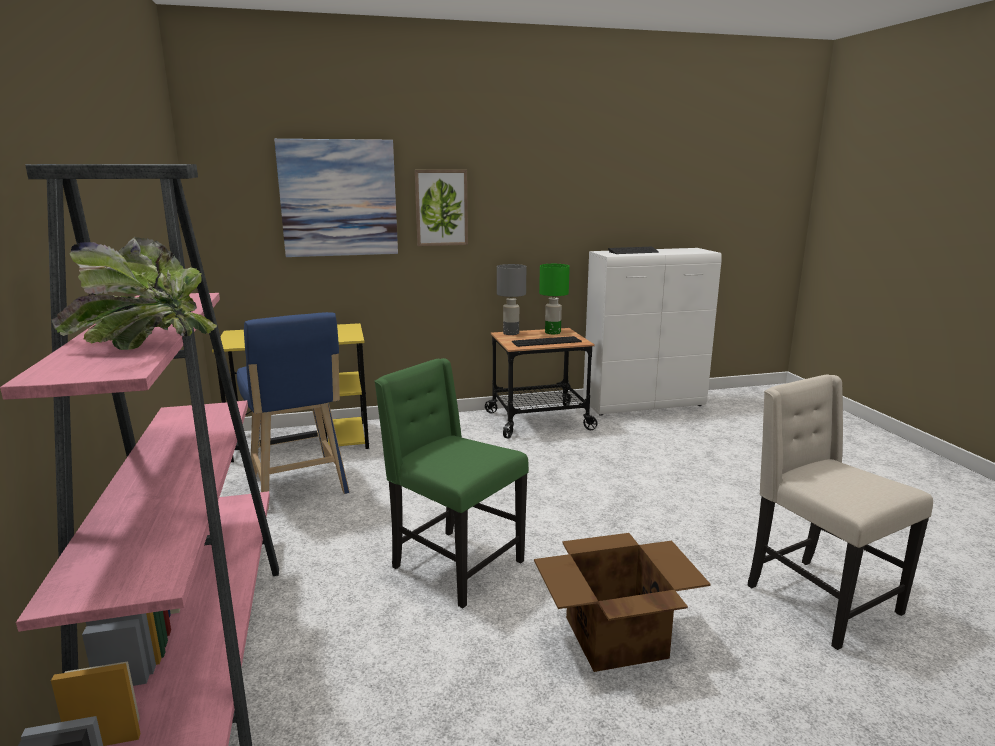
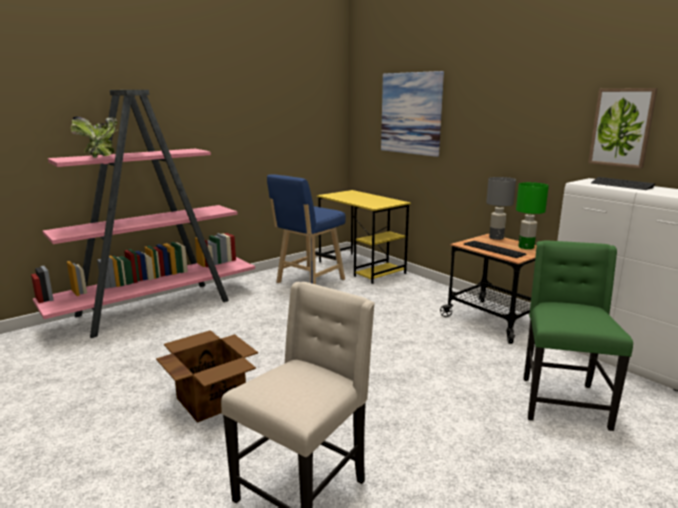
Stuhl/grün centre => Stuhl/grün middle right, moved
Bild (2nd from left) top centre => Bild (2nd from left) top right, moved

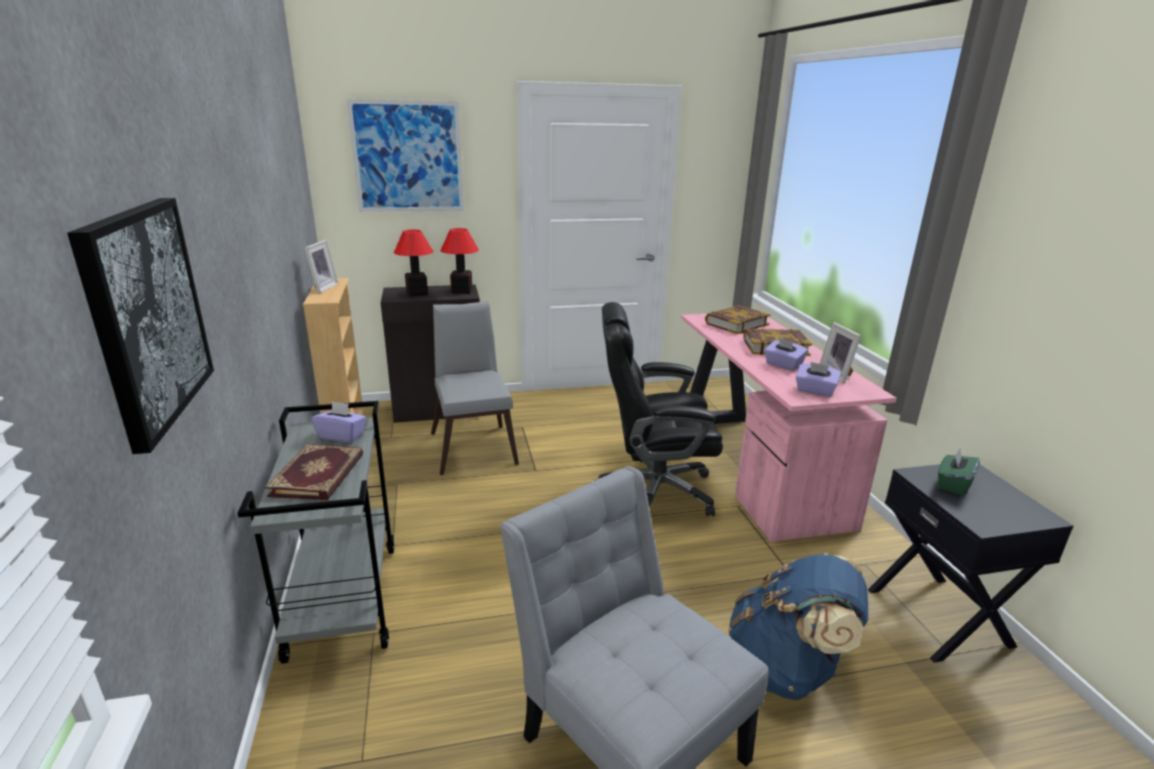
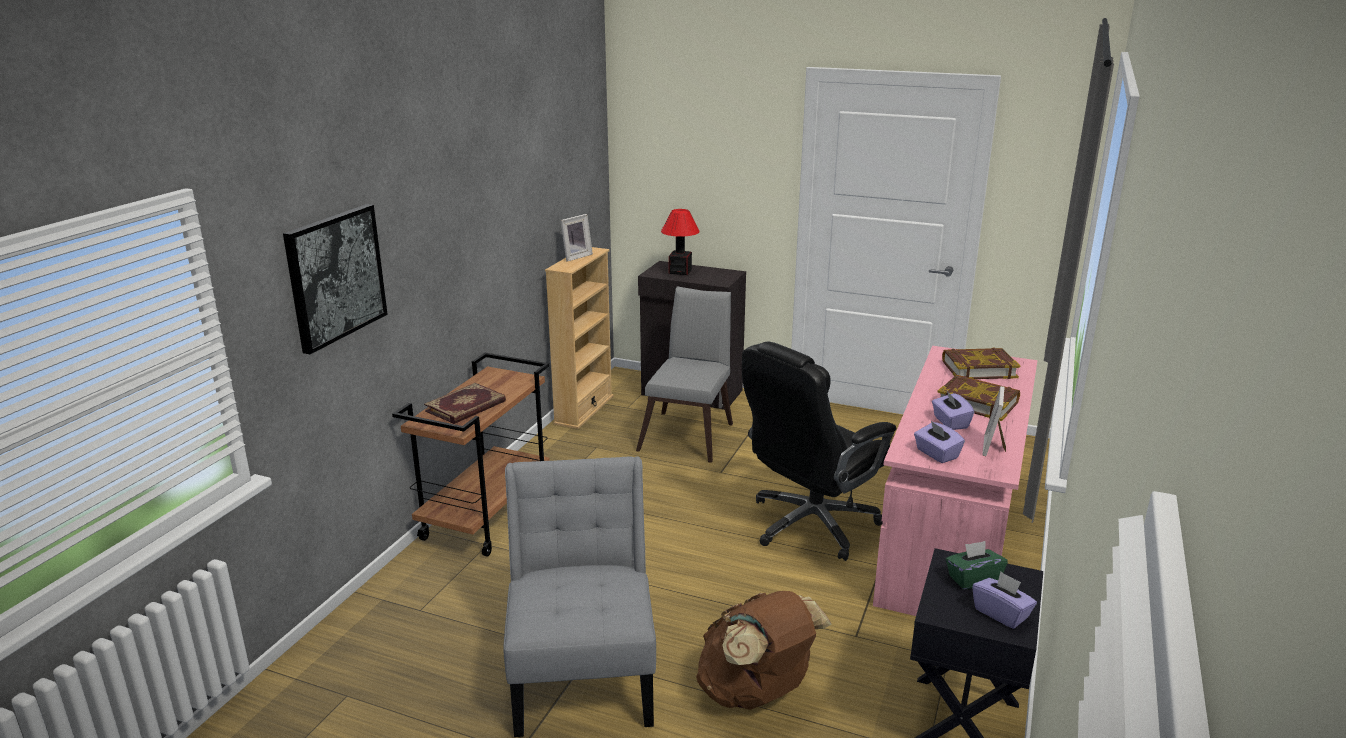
Rollwagen/grau bottom left => Rollwagen/braun centre
Rucksack/blau bottom right => Rucksack/braun bottom centre
Bürostuhl/schwarz centre, 75 degrees counterclockwise
Taschentuchbox/lila (1st from left in the first image) middle left => Taschentuchbox/lila (3rd from left) bottom right, moved
Bild (2nd from left) top centre => nothing
Tischlampe (2nd from left) centre => nothing

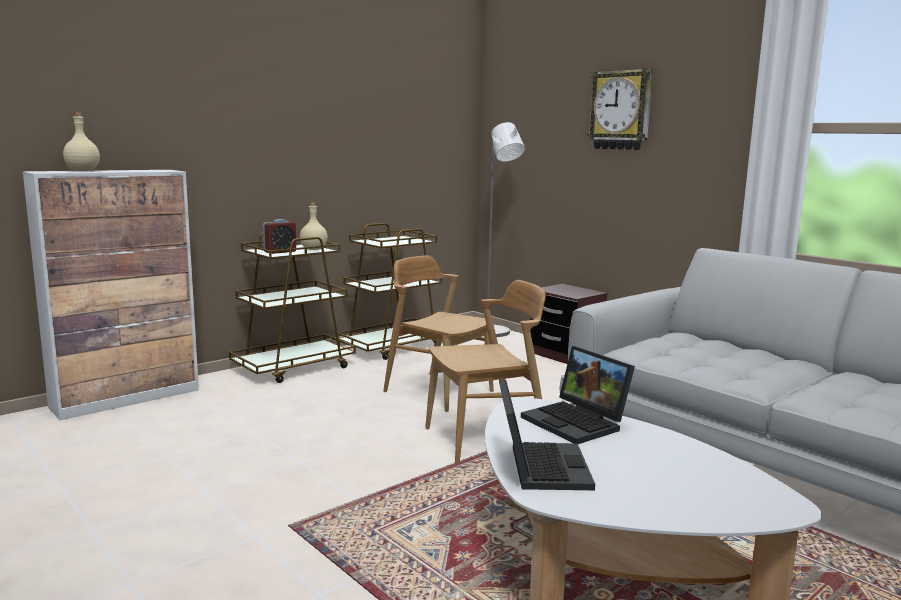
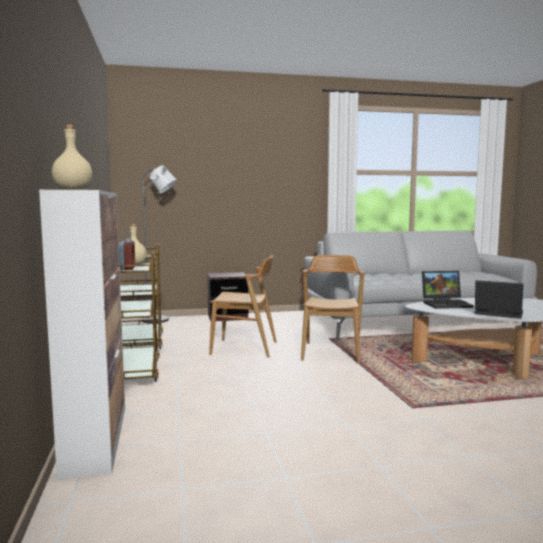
Stuhl/braun (1st from left) centre, 150 degrees counterclockwise
Wanduhr top right => nothing

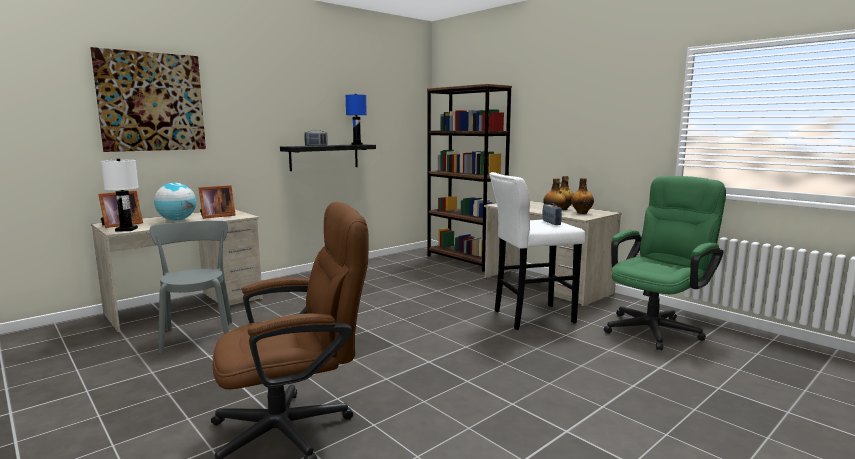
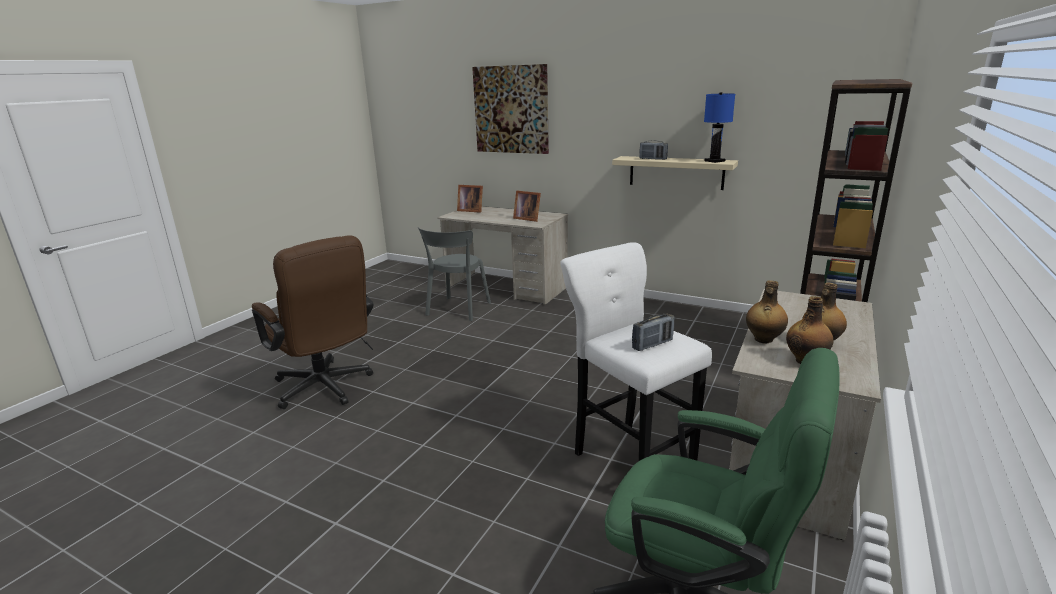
Stuhl/grau middle left => Stuhl/grau centre, 150 degrees clockwise
Wandregal/schwarz centre => Wandregal/beige top centre
Tischlampe/weiß middle left => nothing
Globus middle left => nothing

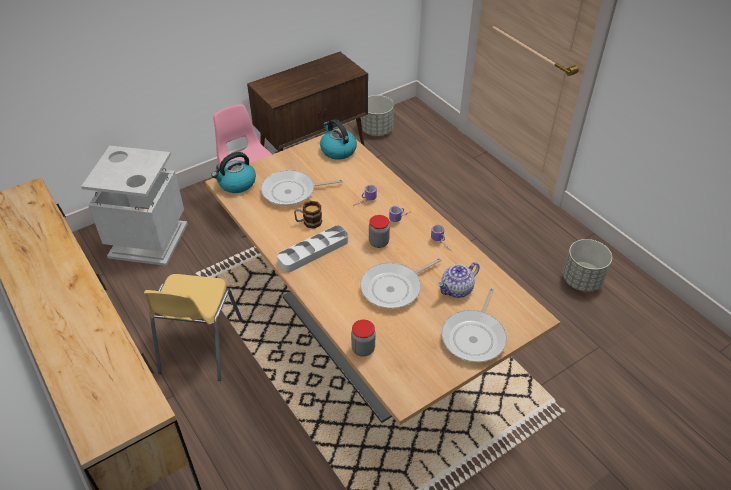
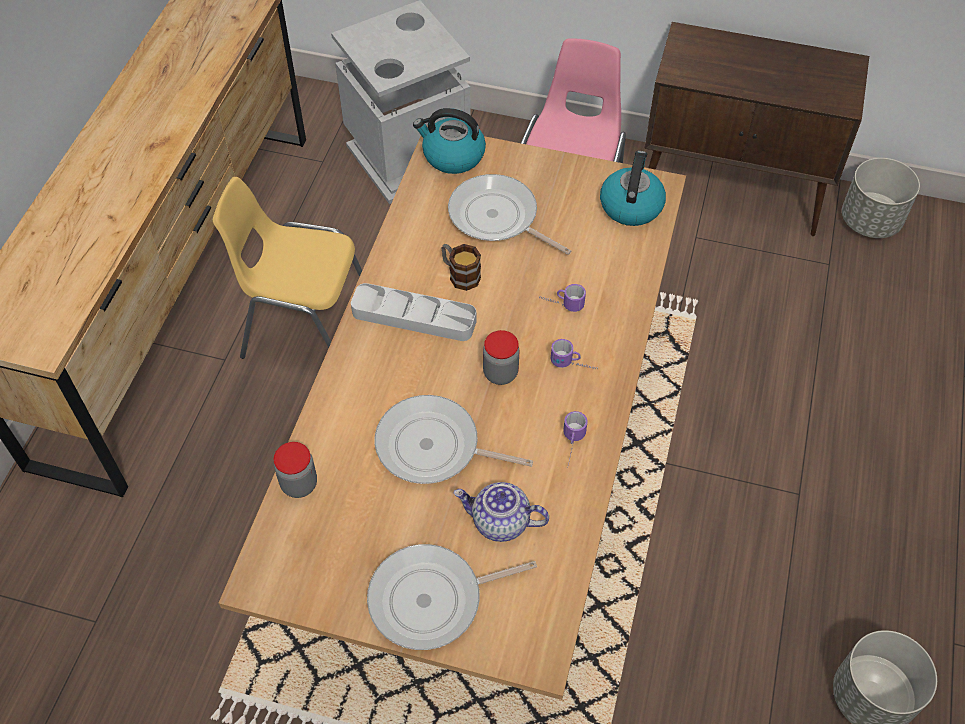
Stuhl/gelb bottom left => Stuhl/gelb middle left, 45 degrees clockwise

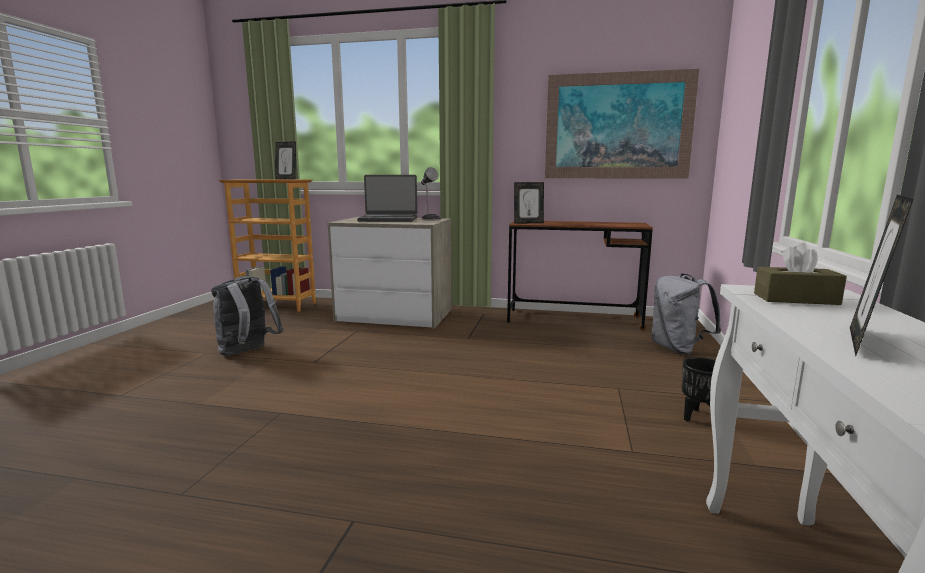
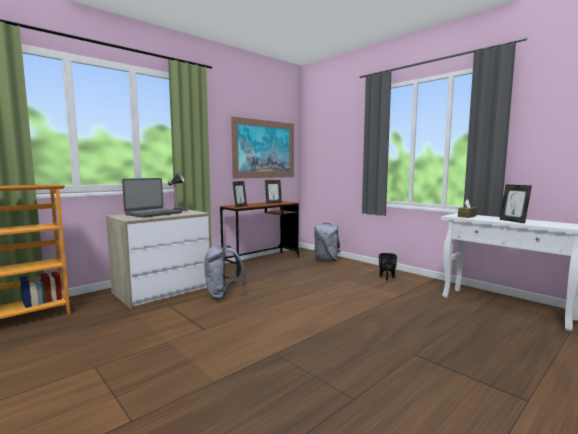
Rucksack/grau (1st from left) middle left => Rucksack/grau (1st from left) centre, moved
Bilderrahmen (1st from left in the first image) top left => Bilderrahmen (2nd from left) centre, moved

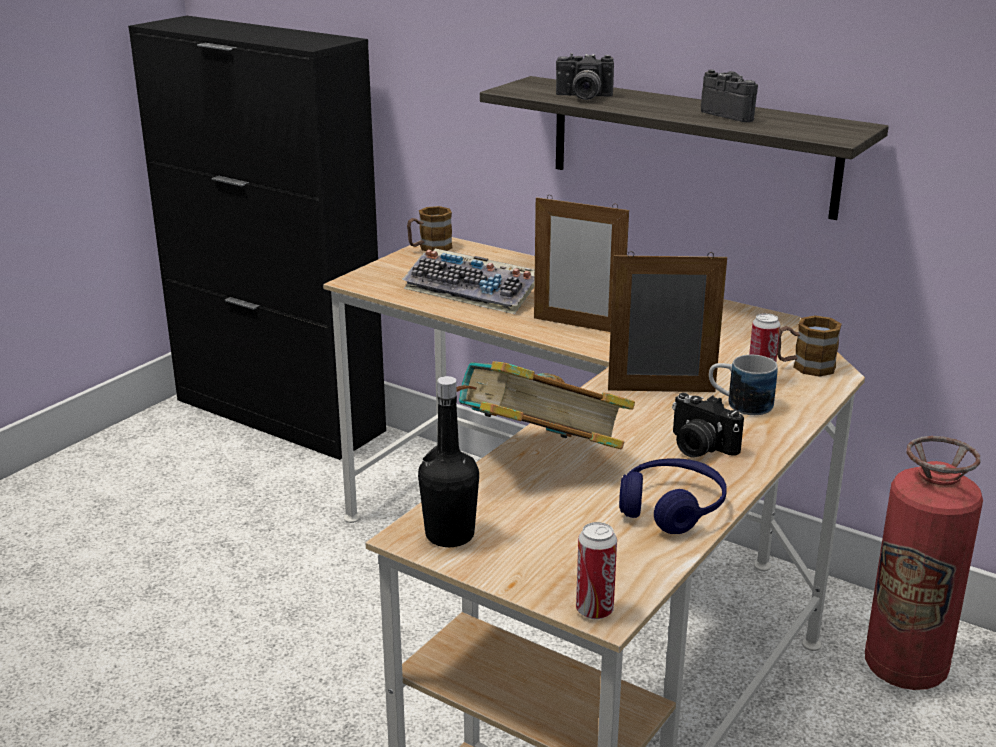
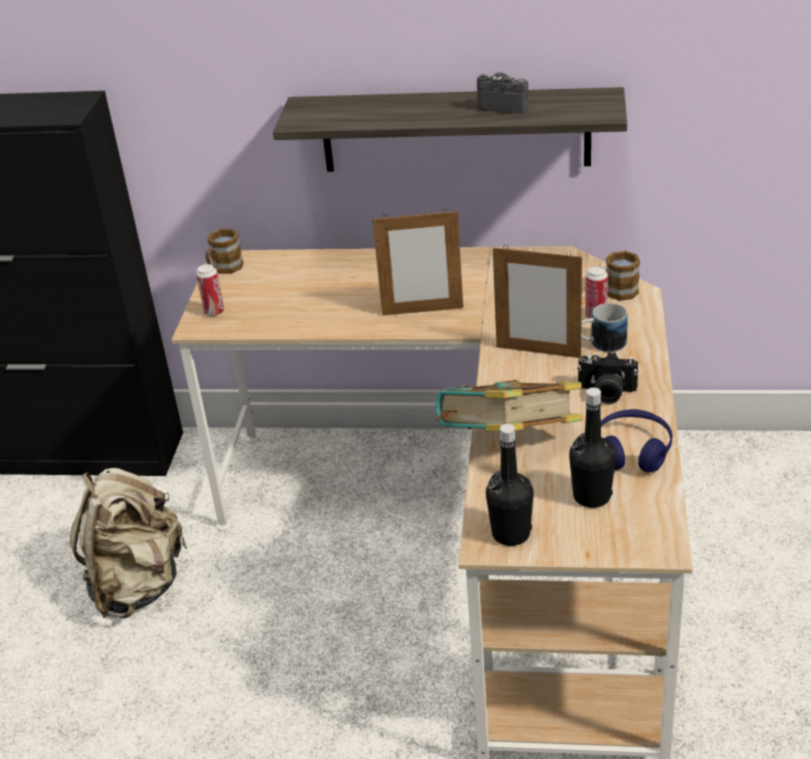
nothing => Rucksack/beige bottom left
Dose (1st from left) bottom centre => Dose (1st from left) middle left, moved
Bilderrahmen (2nd from left) middle right => Bilderrahmen (2nd from left) centre, 135 degrees counterclockwise
nothing => Flasche/schwarz (2nd from left) middle right
Tastatur centre => nothing
Kamera (1st from left) top centre => nothing
Feuerlöscher bottom right => nothing

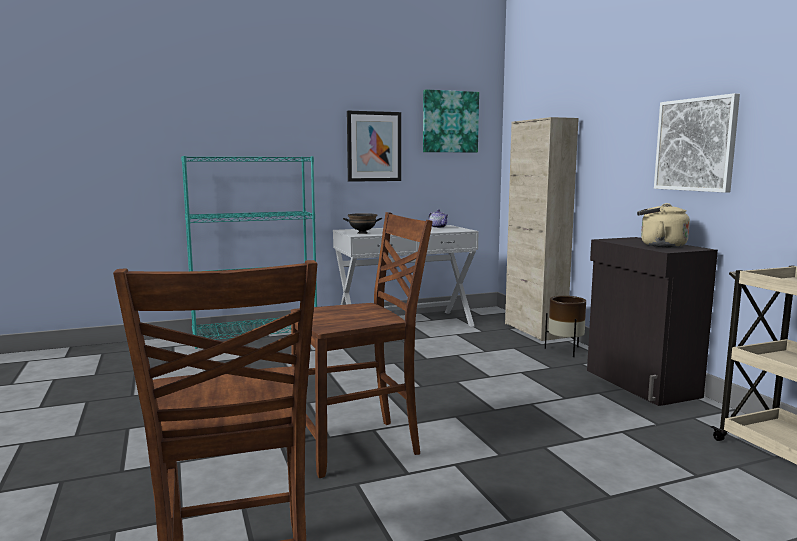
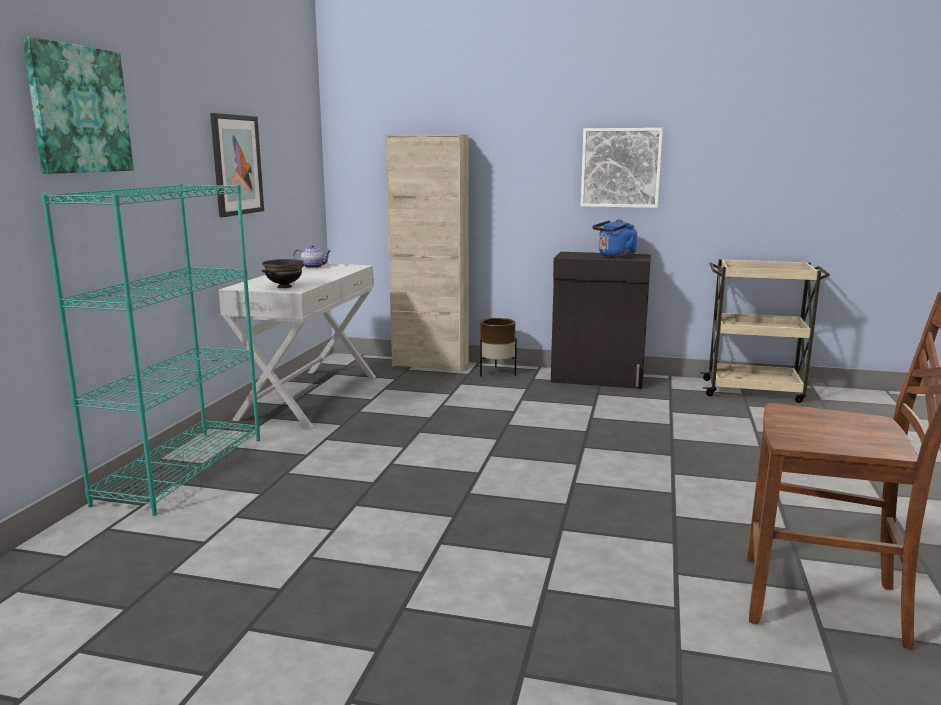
Bild (2nd from left in the first image) top centre => Bild (1st from left) top left, moved
Wasserkessel/beige middle right => Wasserkessel/blau centre
Stuhl/braun (2nd from left) centre => nothing

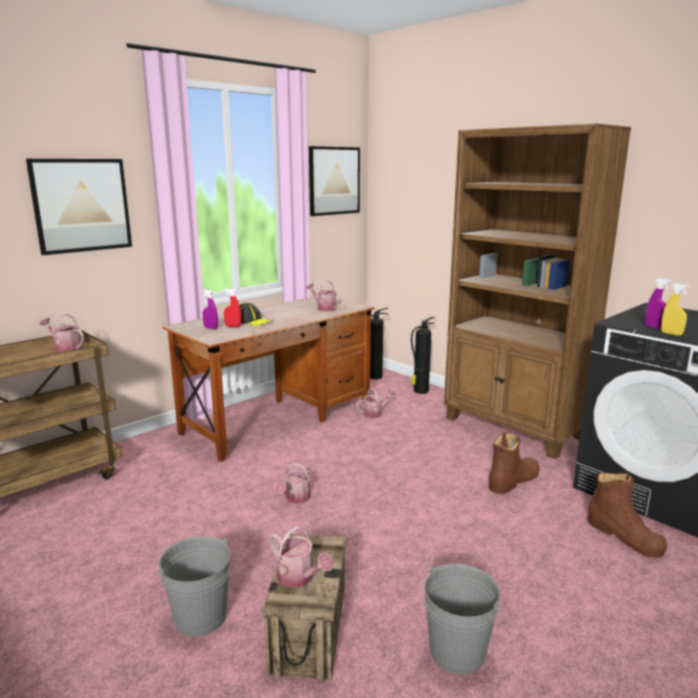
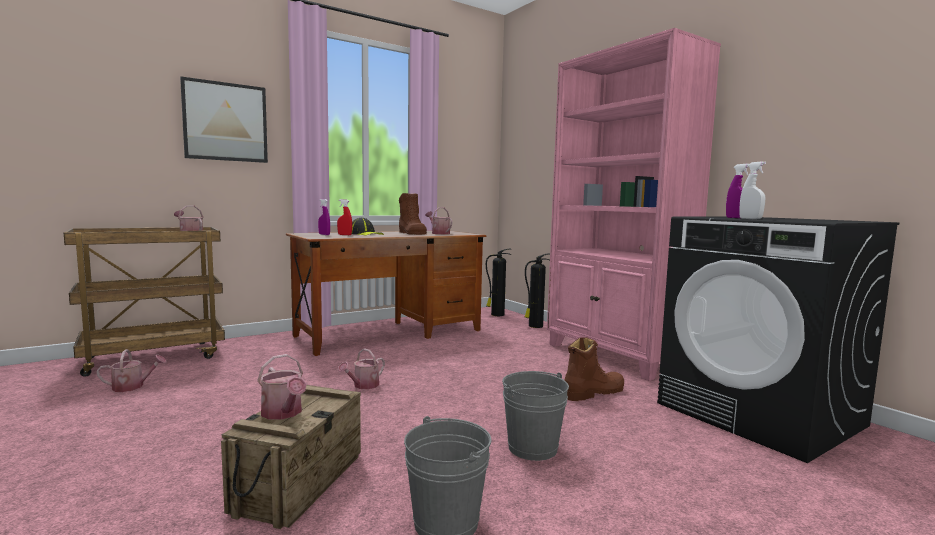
Gießkanne (5th from left in the first image) centre => Gießkanne (1st from left) bottom left, moved
Stiefel/braun (2nd from left in the first image) bottom right => Stiefel/braun (1st from left) centre, moved
Eimer/grau (1st from left in the first image) bottom left => Eimer/grau (2nd from left) bottom centre, moved
Bücherregal/braun middle right => Bücherregal/rosa middle right
Sprühflasche/gelb middle right => Sprühflasche/weiß middle right
Bild (2nd from left) top centre => nothing

